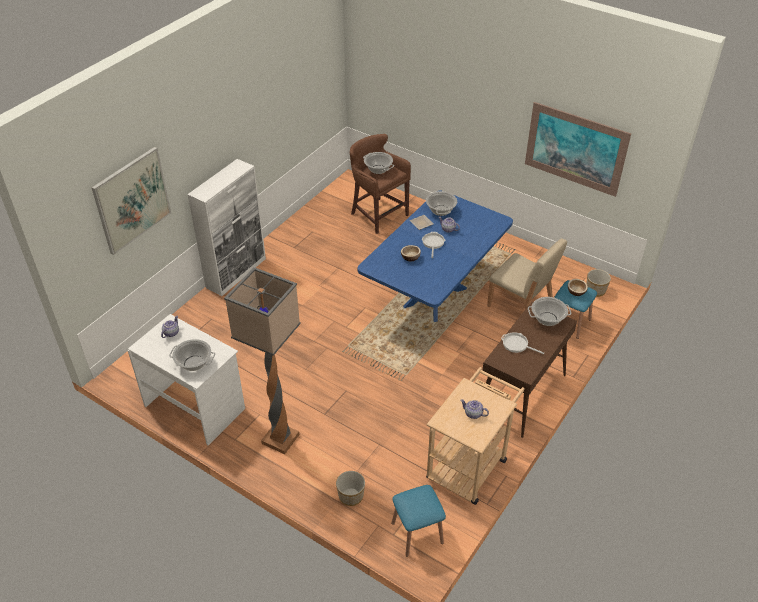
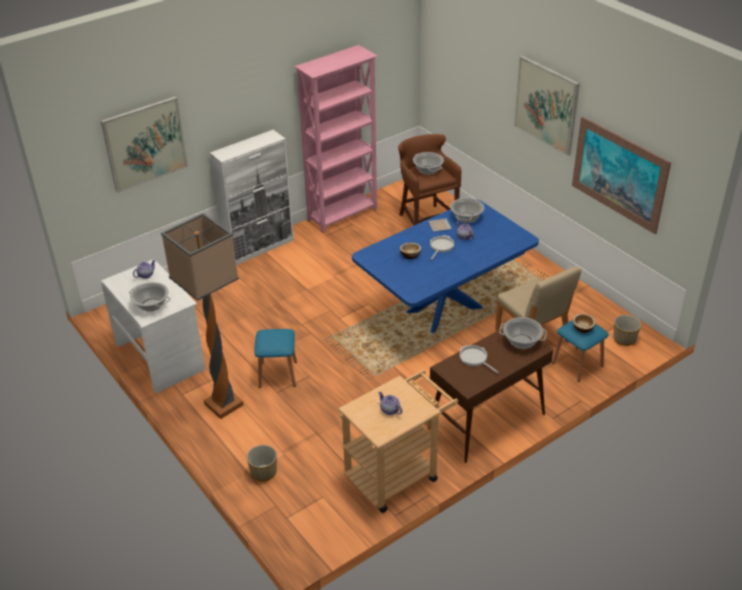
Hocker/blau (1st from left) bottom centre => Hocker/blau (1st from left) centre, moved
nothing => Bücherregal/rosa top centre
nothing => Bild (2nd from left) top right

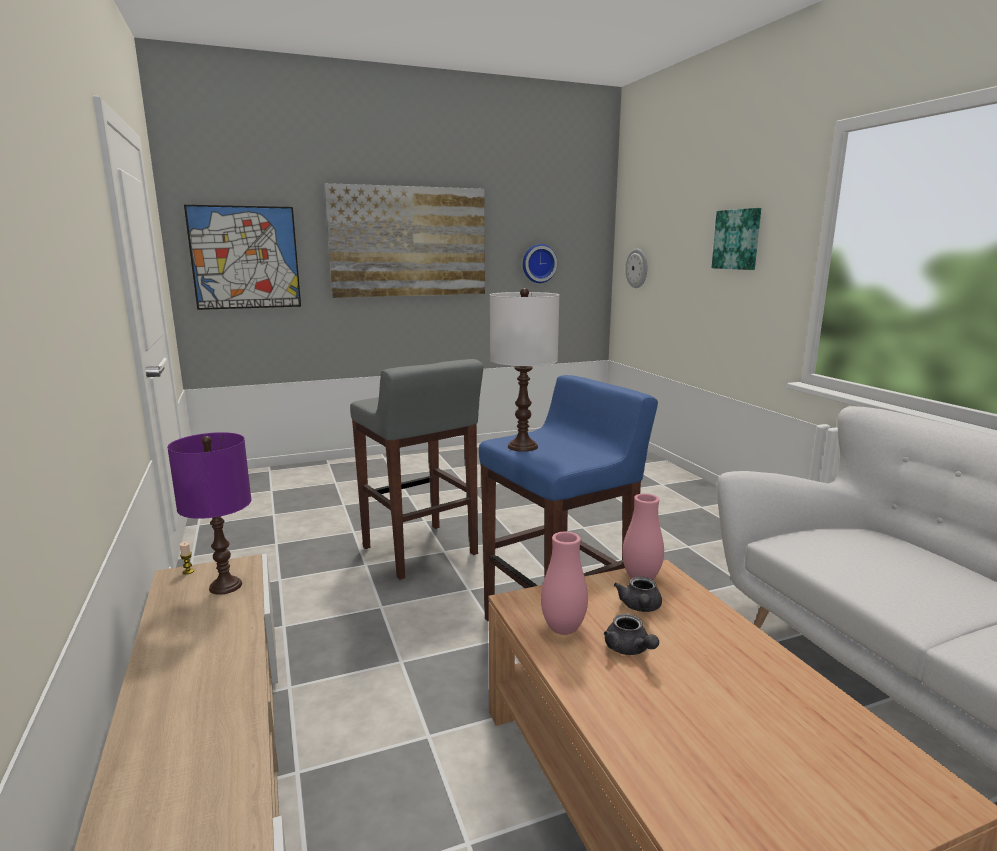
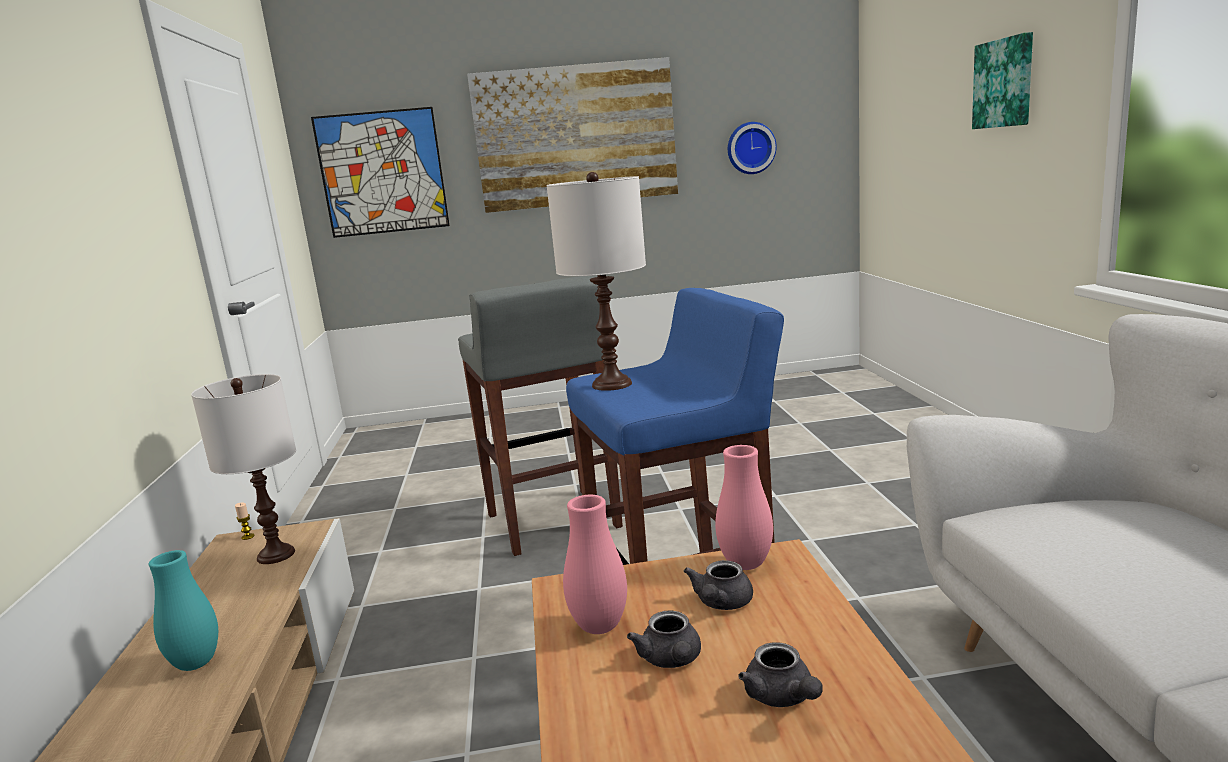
nothing => Vase/türkis bottom left
Tischlampe/lila middle left => Tischlampe/weiß (1st from left) middle left
nothing => Teekanne/grau (3rd from left) bottom centre
Wanduhr (2nd from left) top centre => nothing

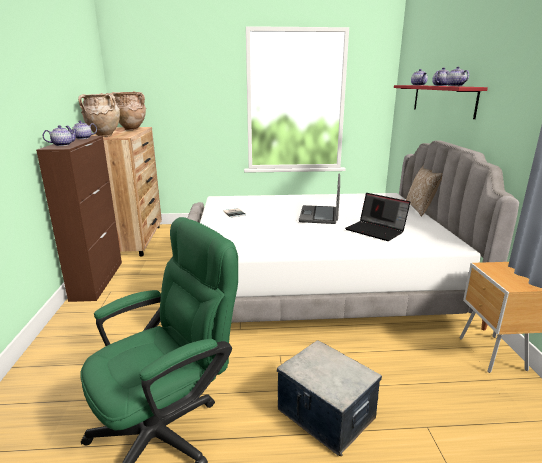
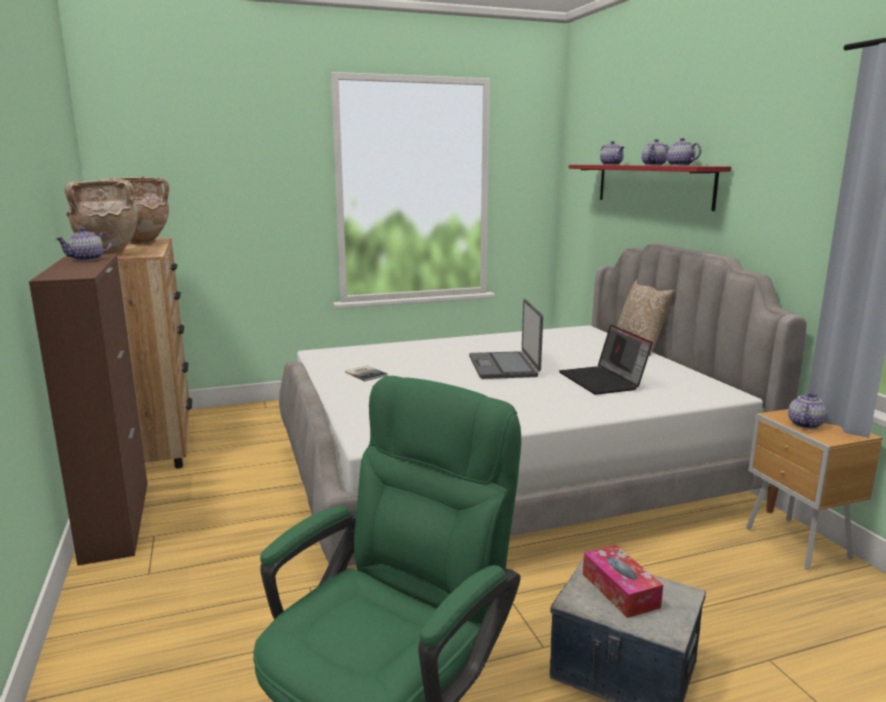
Laptop (2nd from left) middle right, 45 degrees clockwise
nothing => Taschentuchbox bottom right
Teekanne (1st from left in the first image) top left => Teekanne (5th from left) middle right, moved

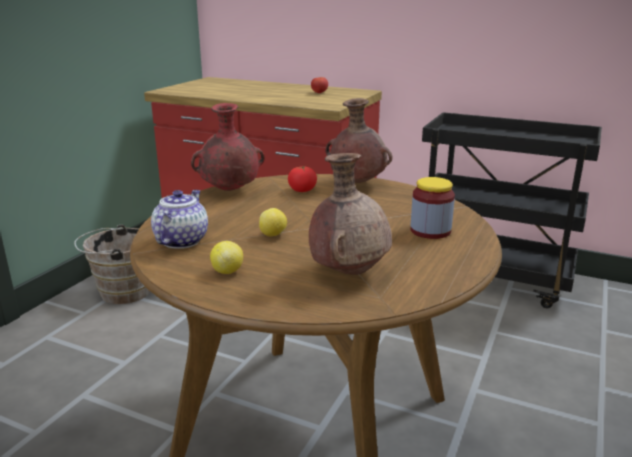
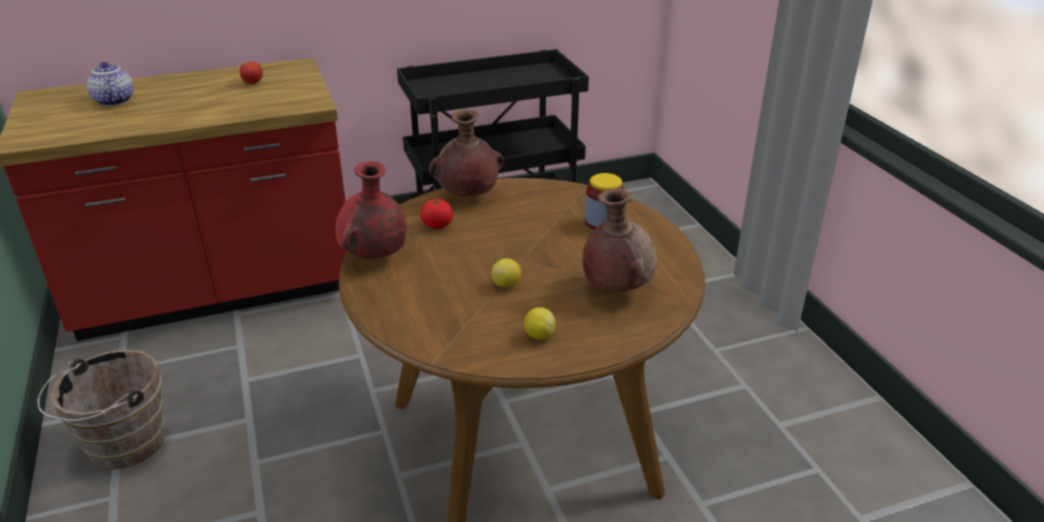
Teekanne middle left => Teekanne top left, moved

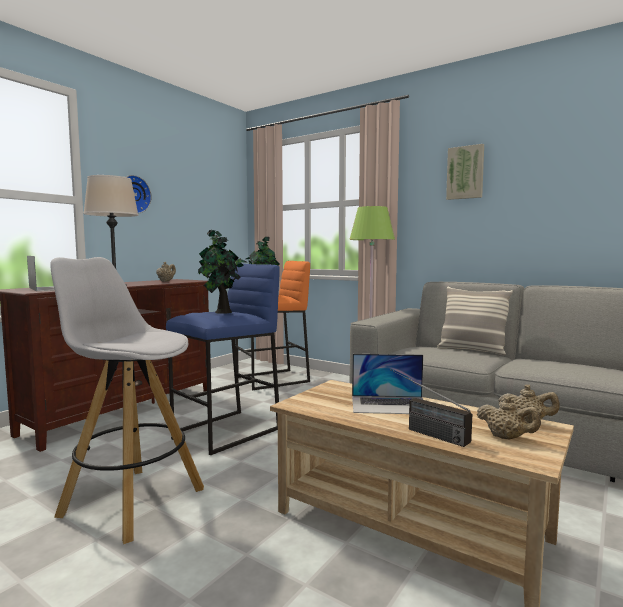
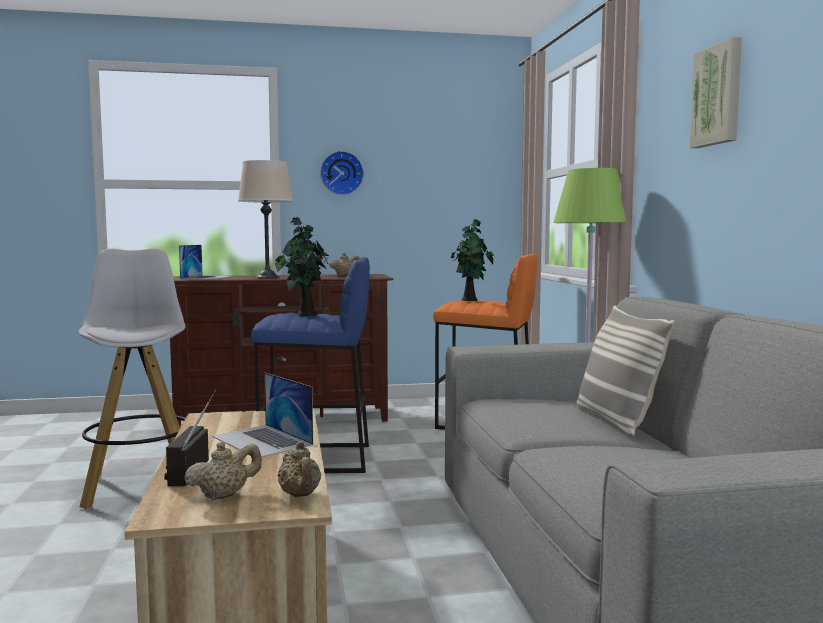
Teekanne/beige (2nd from left in the first image) bottom right => Teekanne/beige (1st from left) bottom left, 120 degrees counterclockwise

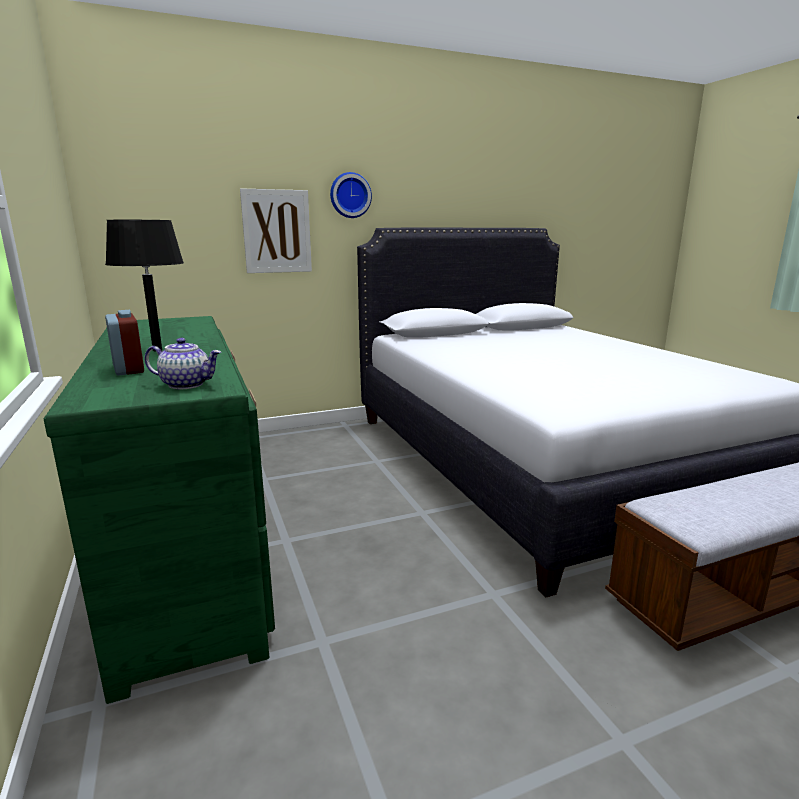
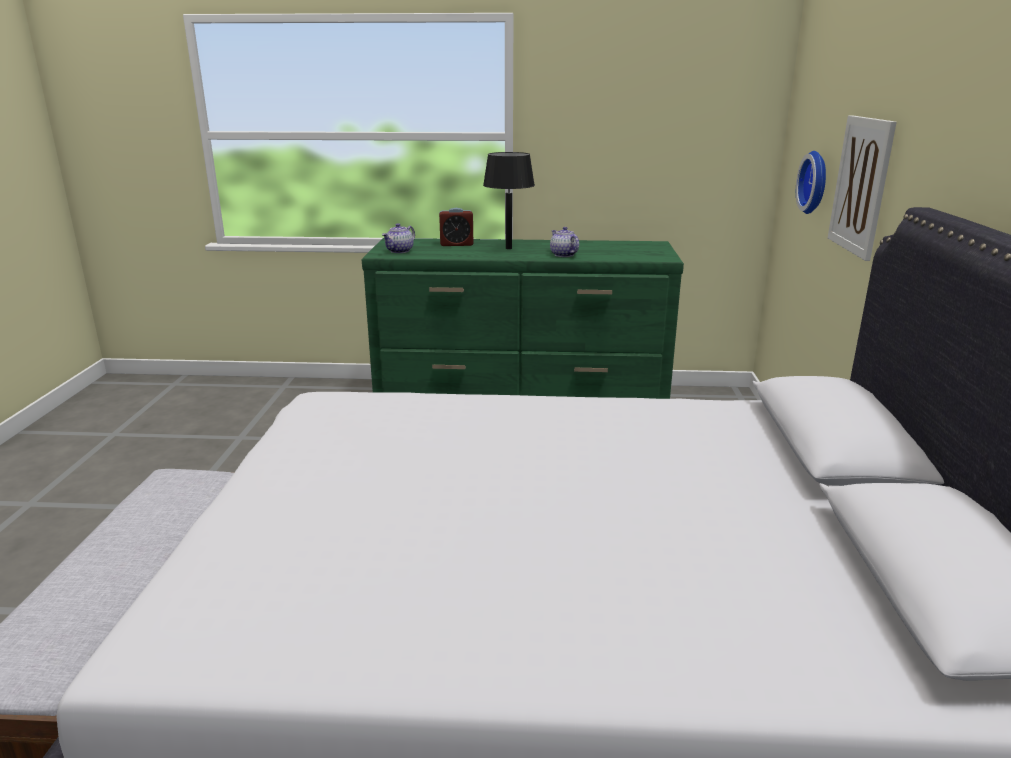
nothing => Teekanne (2nd from left) top centre
Wanduhr top centre => Wanduhr top right, moved

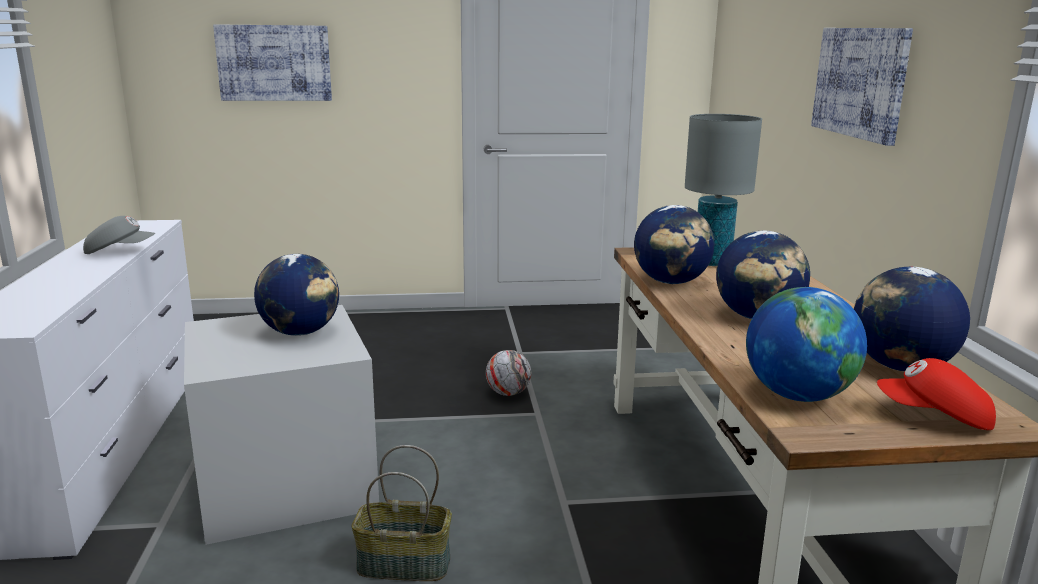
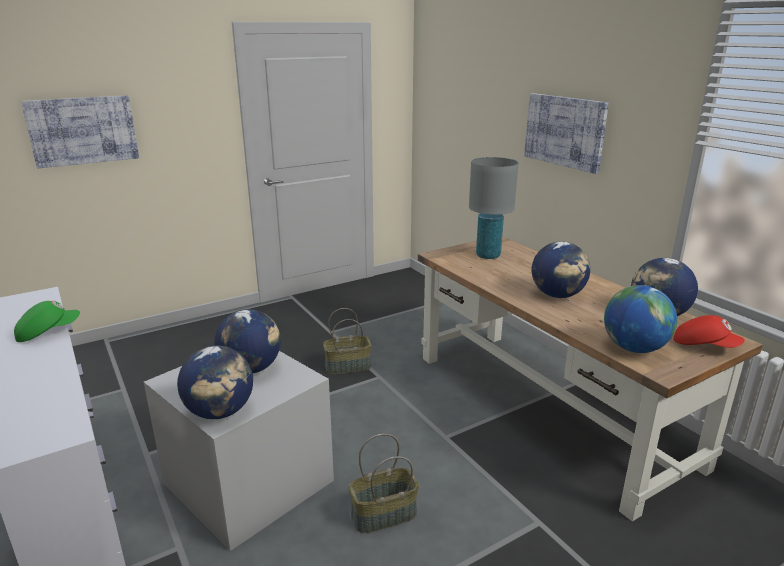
Kappe/grau middle left => Kappe/grün middle left
Globus (2nd from left in the first image) centre => Globus (1st from left) bottom left, moved
Fußball centre => Korb (1st from left) centre
Kappe/rot bottom right => Kappe/rot middle right, 135 degrees counterclockwise

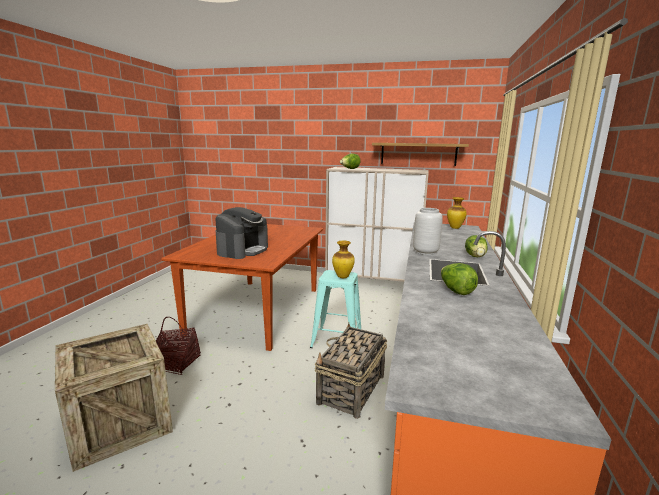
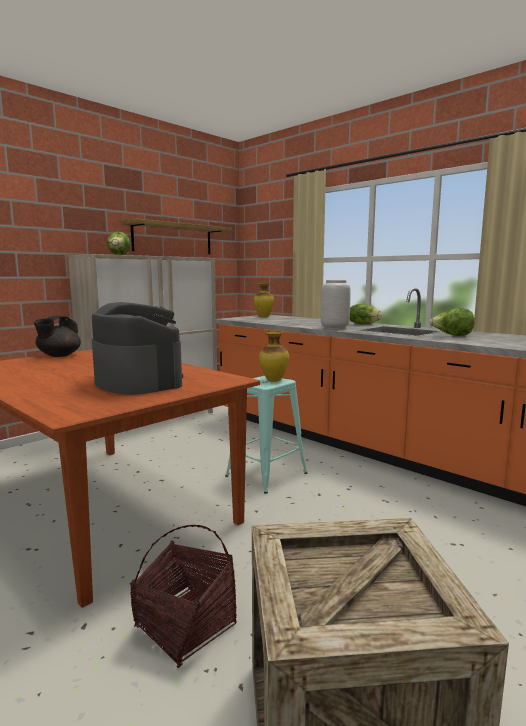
nothing => Teekanne/schwarz middle left
Korb (2nd from left) bottom centre => nothing

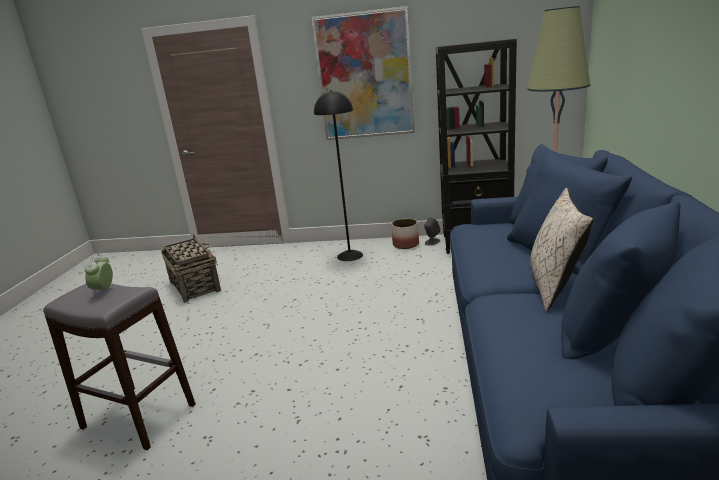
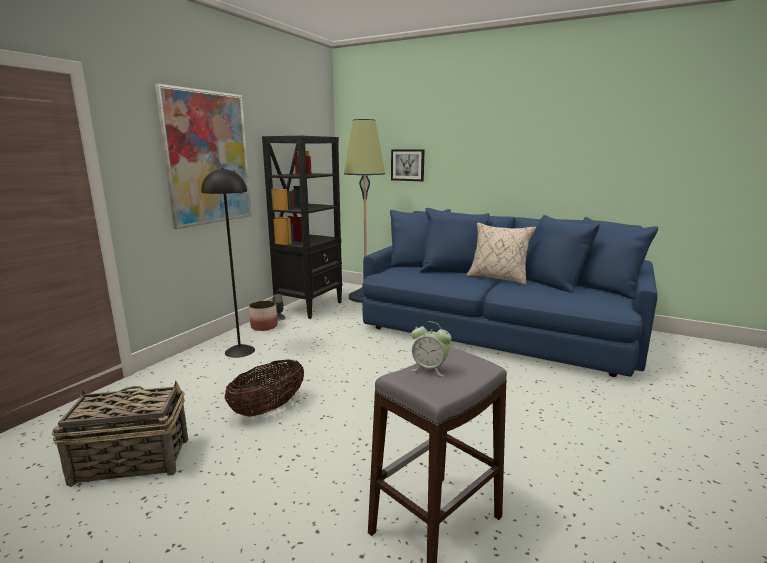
nothing => Korb (2nd from left) bottom centre
nothing => Bild (2nd from left) top centre

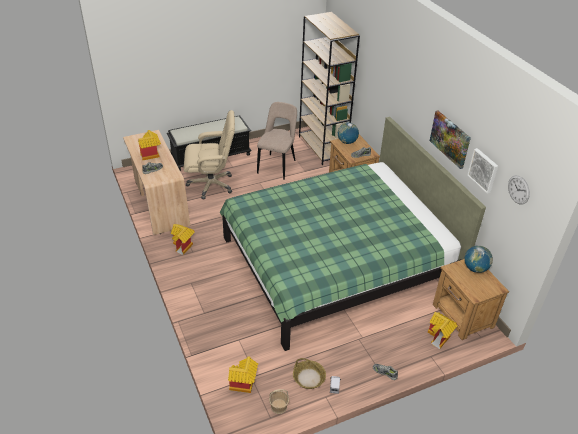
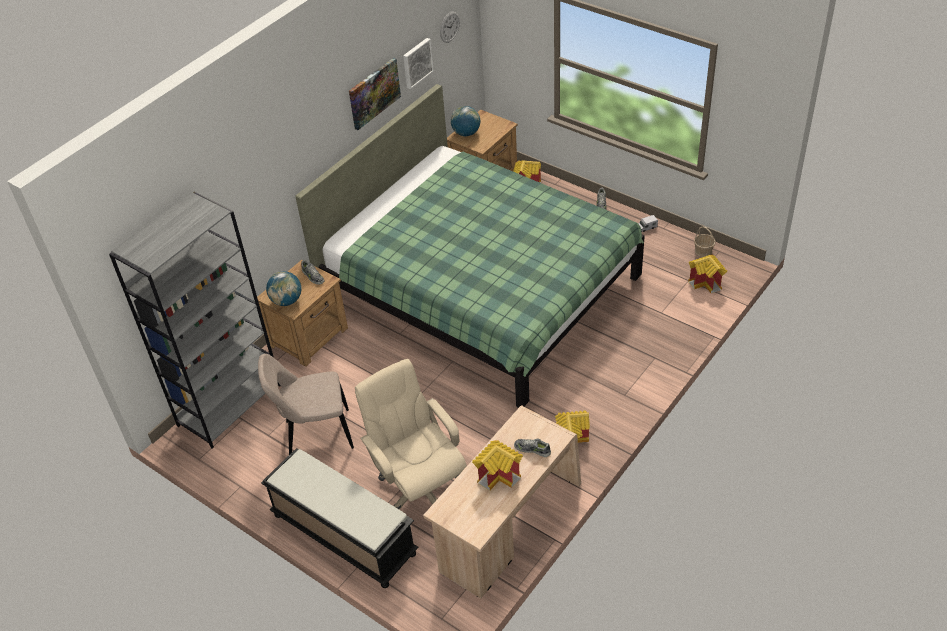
Bücherregal/braun top centre => Bücherregal/grau middle left
Korb (2nd from left) bottom centre => nothing

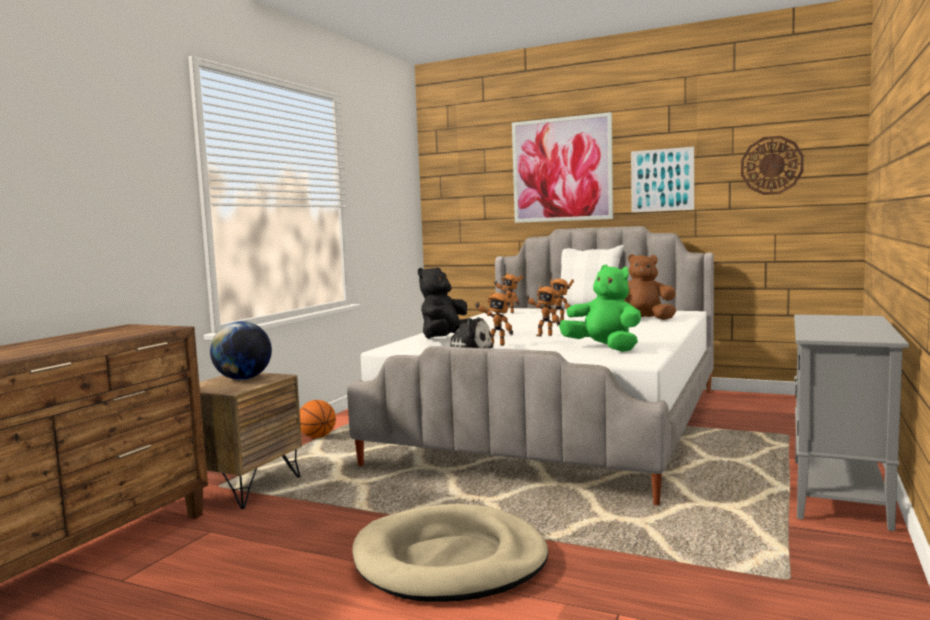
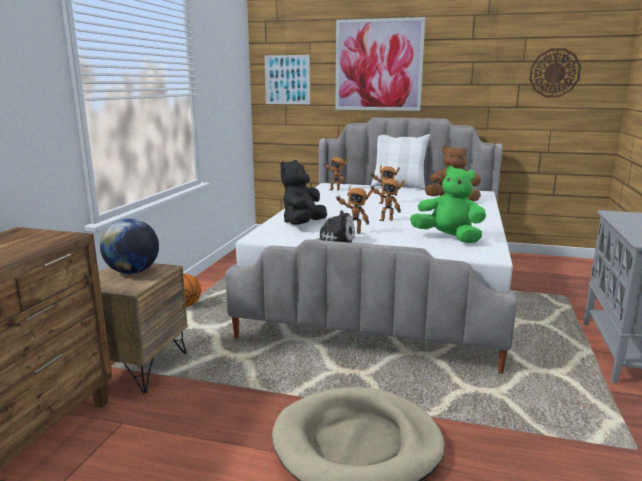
Bild (2nd from left in the first image) top right => Bild (1st from left) top centre, moved

